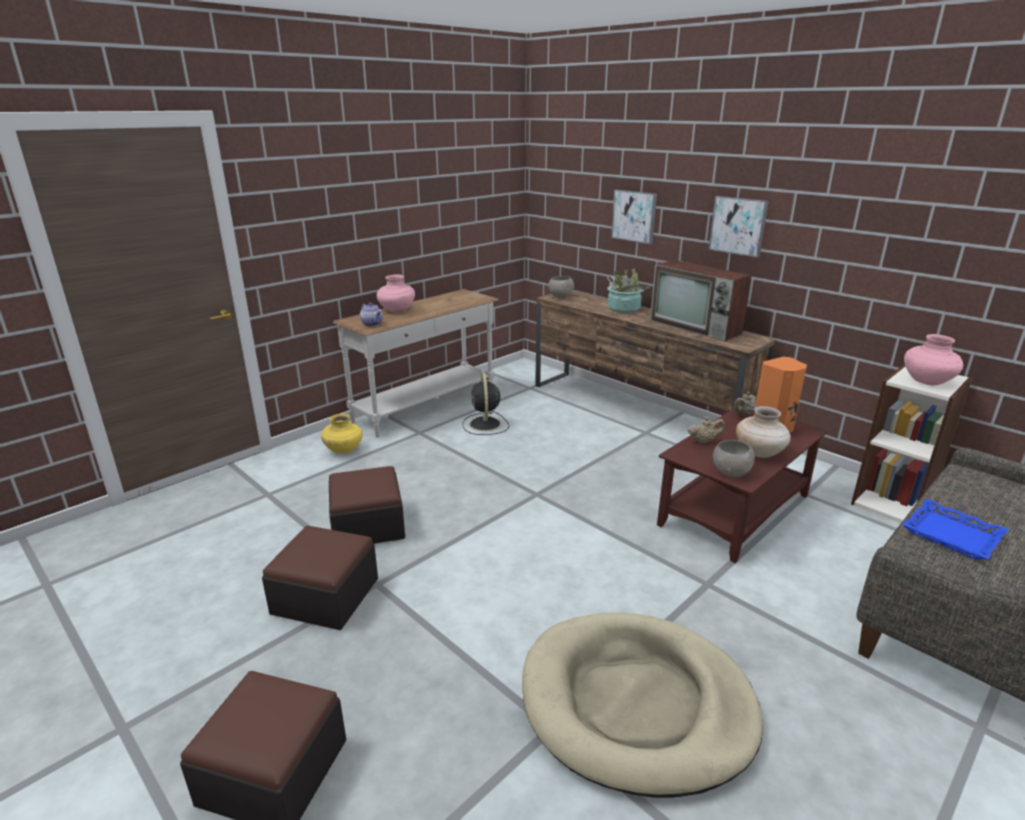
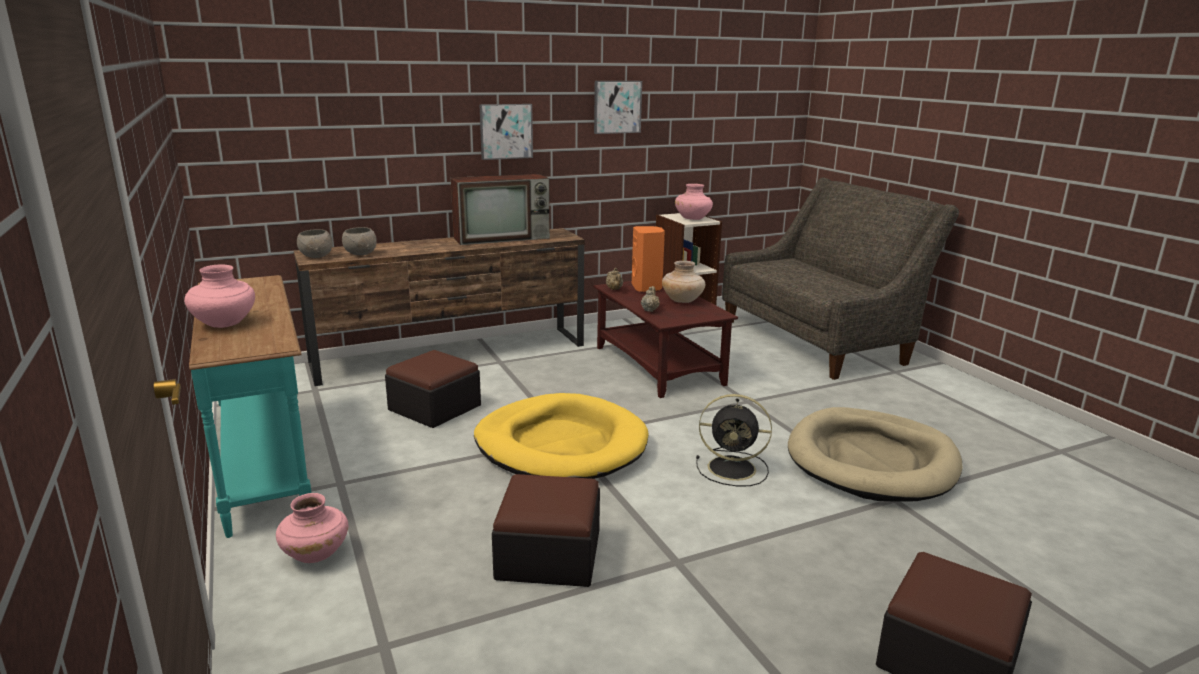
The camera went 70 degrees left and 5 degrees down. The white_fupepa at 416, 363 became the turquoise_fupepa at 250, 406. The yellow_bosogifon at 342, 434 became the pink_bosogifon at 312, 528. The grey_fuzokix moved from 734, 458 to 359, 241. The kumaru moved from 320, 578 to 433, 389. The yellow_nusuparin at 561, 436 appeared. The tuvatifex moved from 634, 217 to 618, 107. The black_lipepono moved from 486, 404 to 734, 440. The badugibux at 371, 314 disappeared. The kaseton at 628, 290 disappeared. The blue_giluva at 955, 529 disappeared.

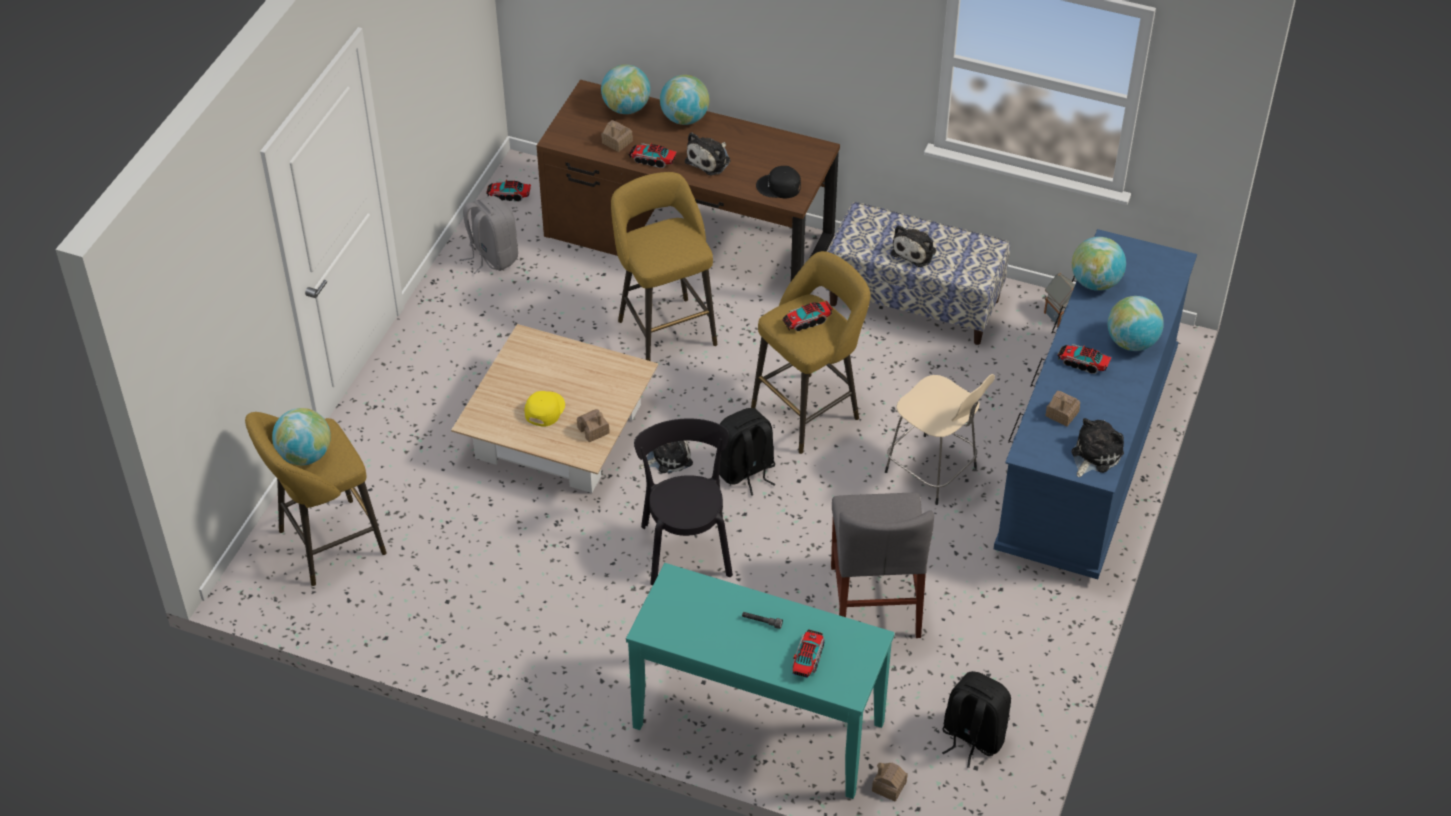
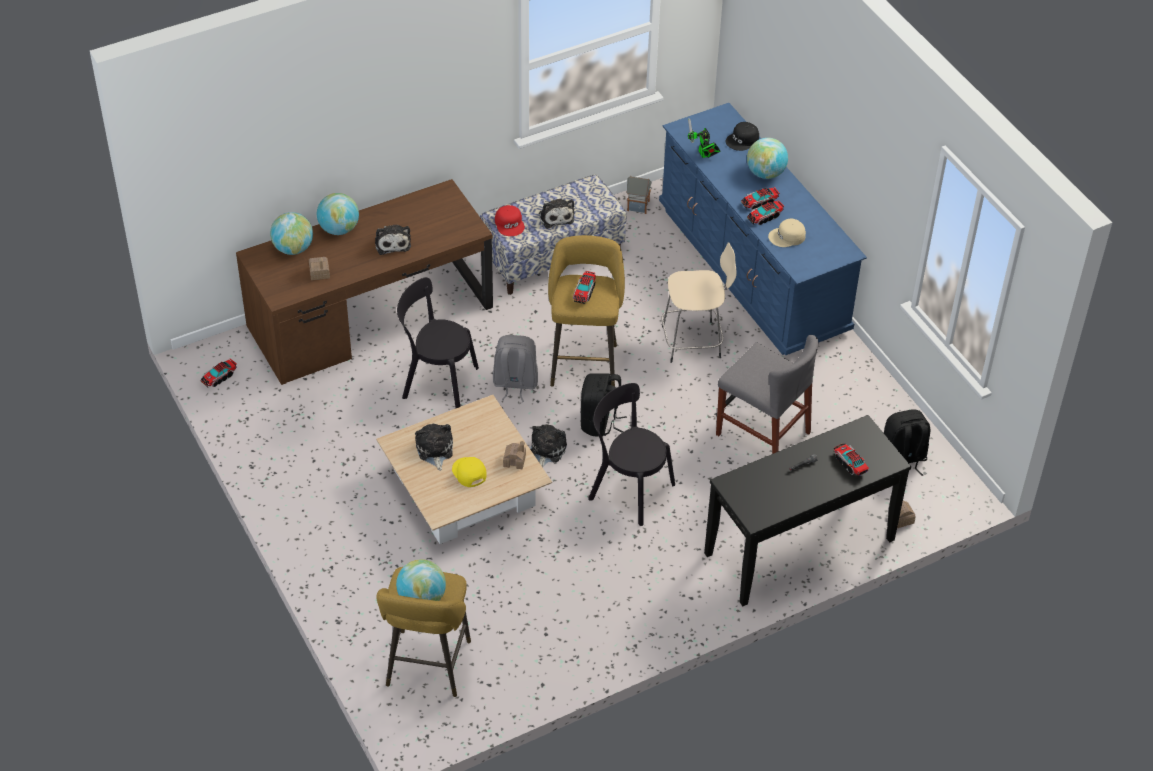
The camera went 50 degrees left and 0 degrees up. The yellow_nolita at 664, 266 was replaced by the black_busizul at 438, 342. The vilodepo moved from 1097, 447 to 434, 447. The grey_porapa moved from 489, 235 to 515, 368. The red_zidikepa at 510, 220 appeared. The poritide at 1099, 264 was replaced by the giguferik at 704, 138. The turquoise_fupepa at 760, 681 became the black_fupepa at 807, 510. The black_zidikepa moved from 778, 182 to 742, 136. The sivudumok moved from 653, 155 to 766, 212. The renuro at 1062, 409 was replaced by the beige_zidikepa at 787, 232.

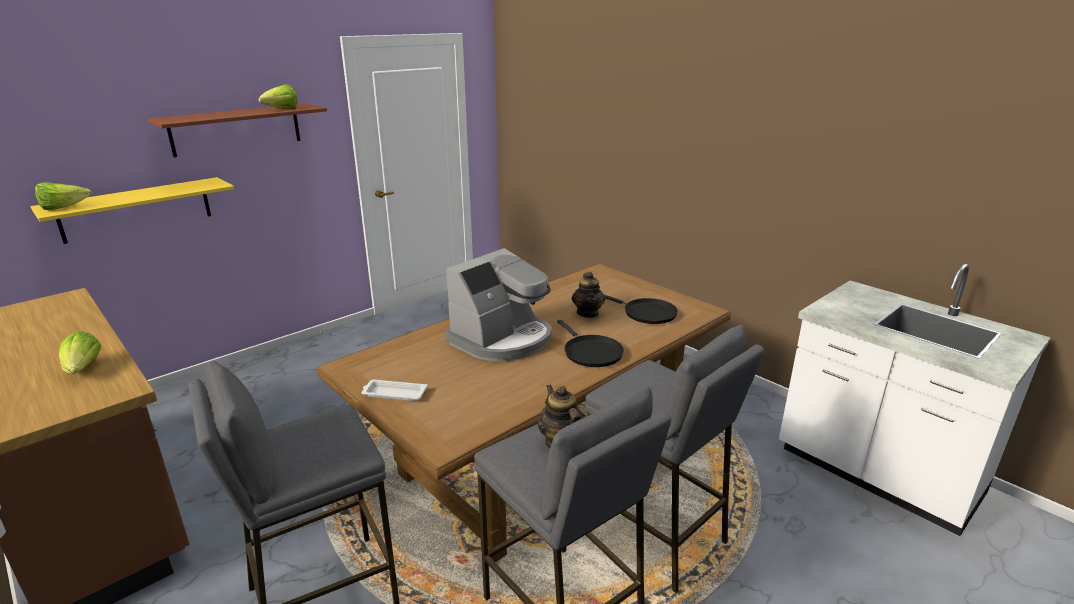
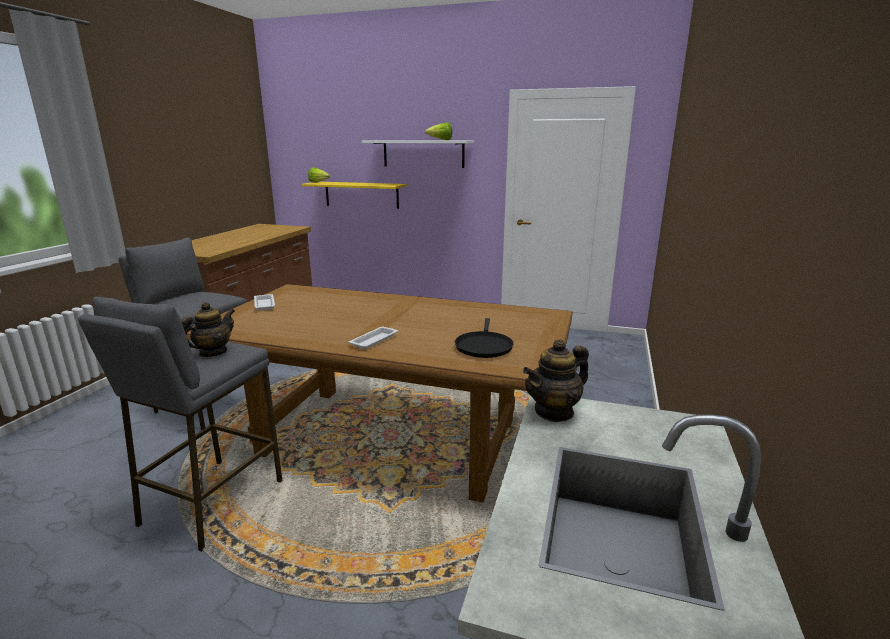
The camera went 60 degrees right and 5 degrees down. The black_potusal at 590, 343 was replaced by the white_giluva at 373, 338. The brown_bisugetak at 237, 130 became the white_bisugetak at 418, 154. The badugibux moved from 588, 295 to 556, 380. The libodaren at 80, 353 disappeared. The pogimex at 499, 304 disappeared. The grey_nolita at 674, 459 disappeared.

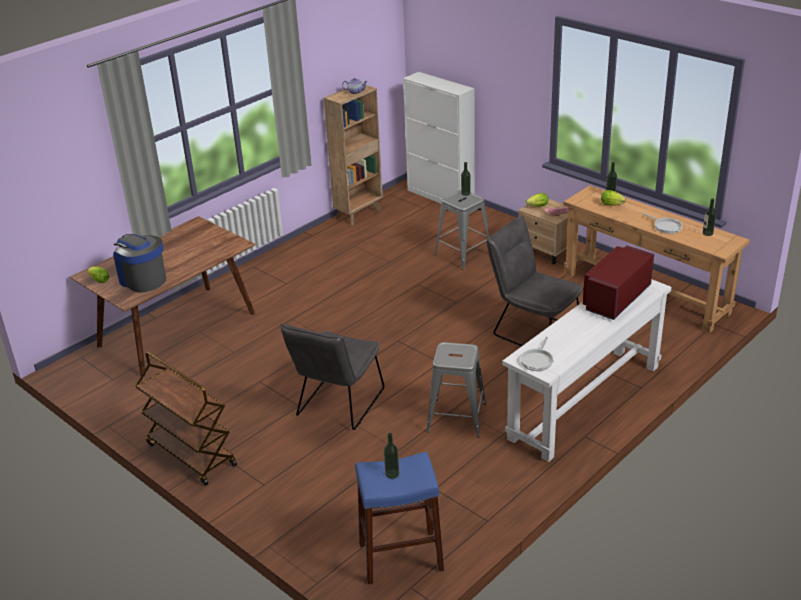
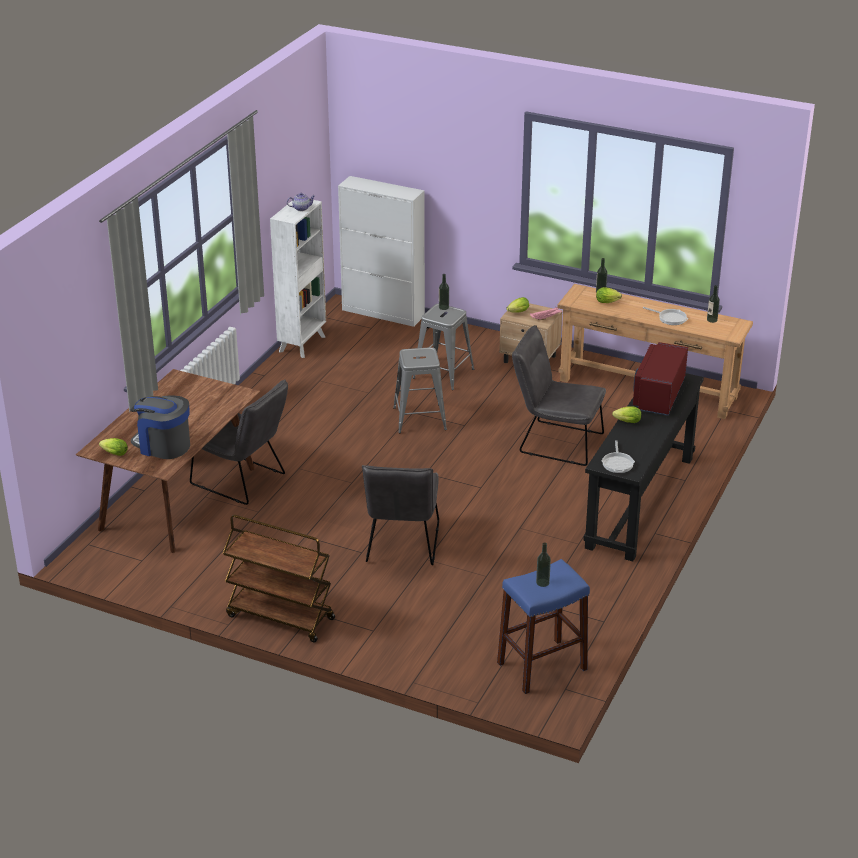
The camera went 20 degrees left and 0 degrees up. The grey_busizul at 239, 442 appeared. The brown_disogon at 353, 155 became the white_disogon at 298, 279. The grey_nolita moved from 456, 389 to 420, 390. The white_fupepa at 587, 370 became the black_fupepa at 643, 467. The libodaren at 626, 414 appeared.

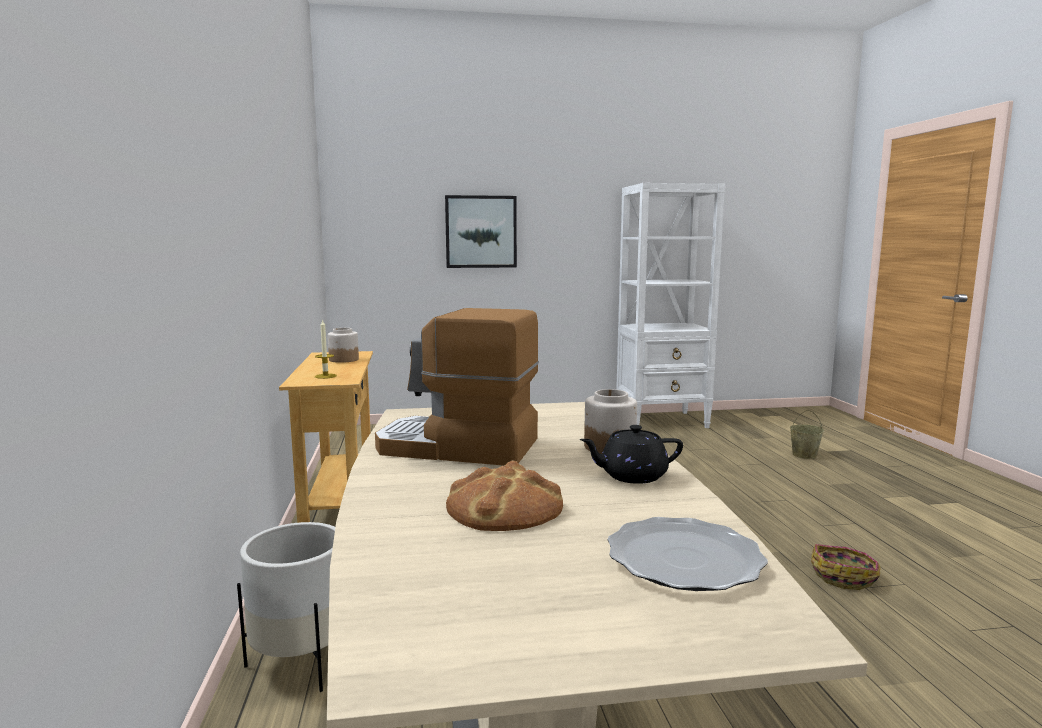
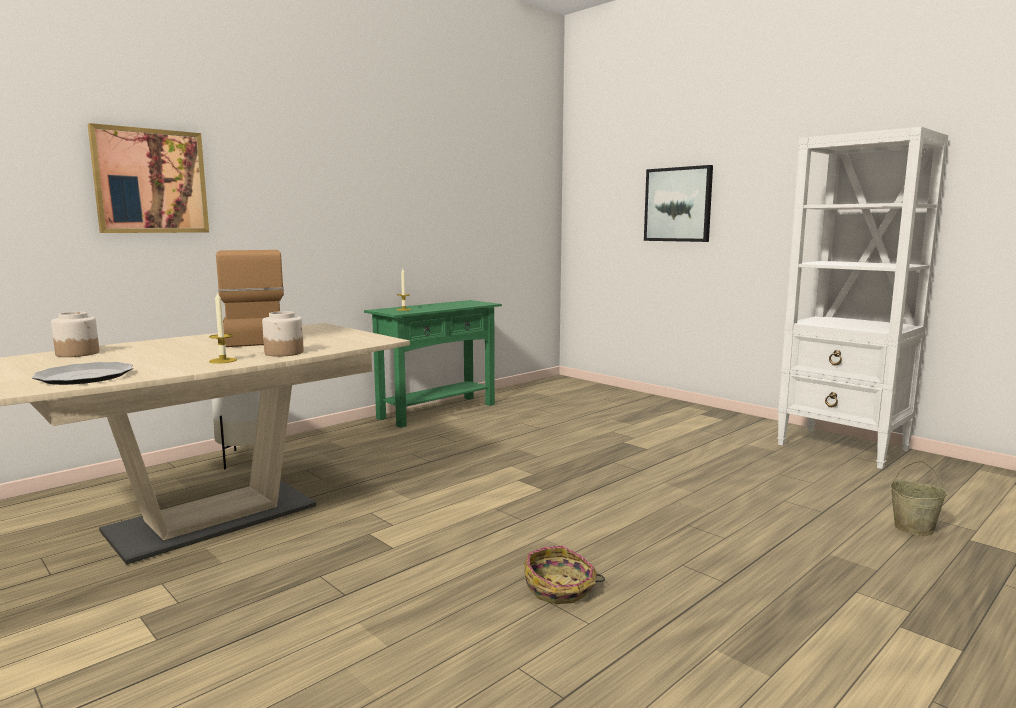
The camera went 55 degrees right and 0 degrees up. The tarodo moved from 343, 345 to 75, 334. The tuvatifex at 148, 178 appeared. The black_badugibux at 631, 454 was replaced by the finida at 223, 327. The beige_fupepa at 326, 437 became the green_fupepa at 433, 364. The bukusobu at 504, 495 disappeared.

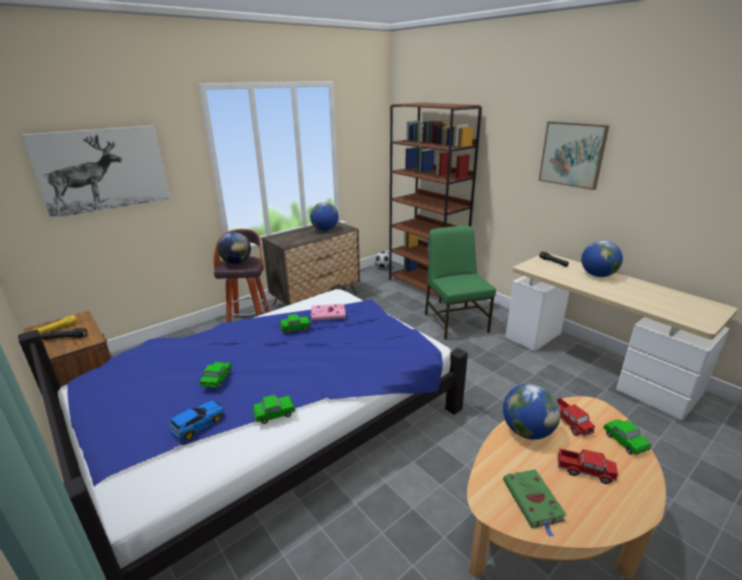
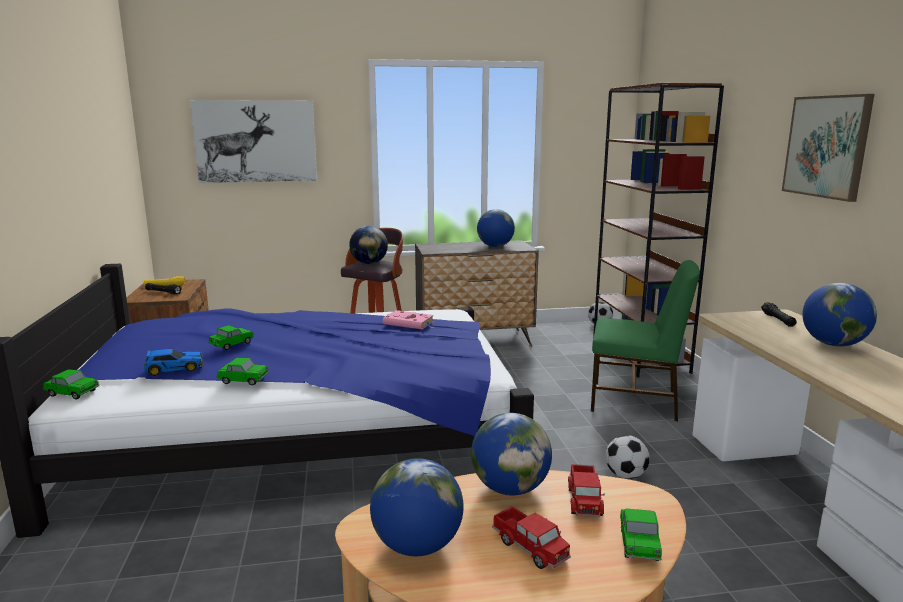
The camera went 30 degrees right and 10 degrees down. The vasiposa moved from 295, 324 to 71, 384. The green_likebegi at 535, 503 was replaced by the poritide at 417, 507. The green_busizul at 460, 283 turned 90 degrees clockwise. The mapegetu at 628, 457 appeared.

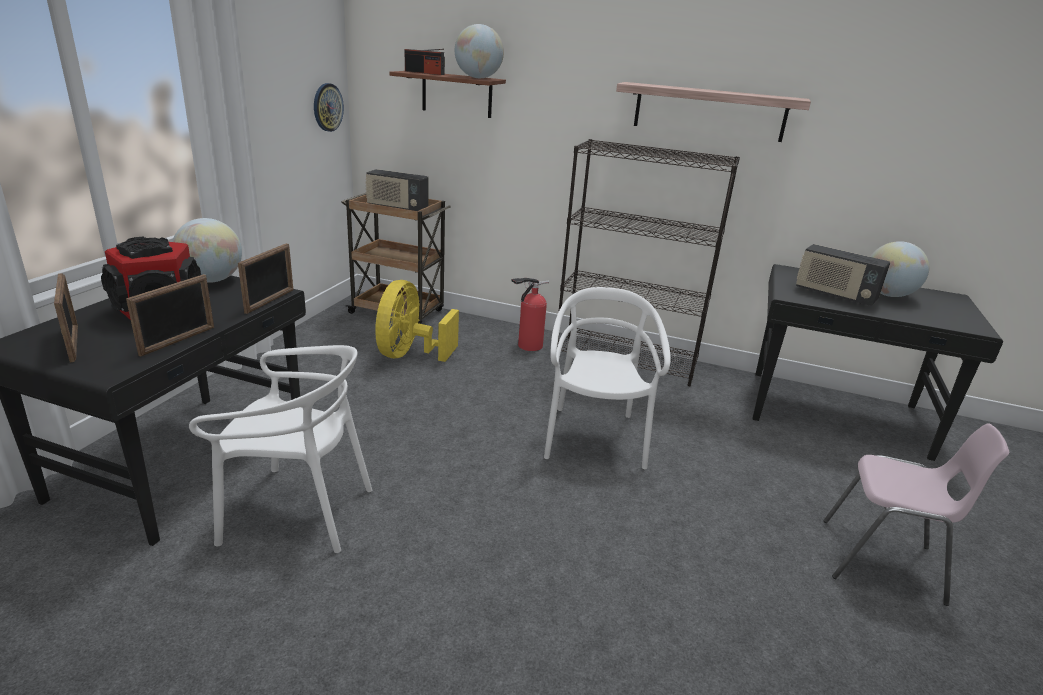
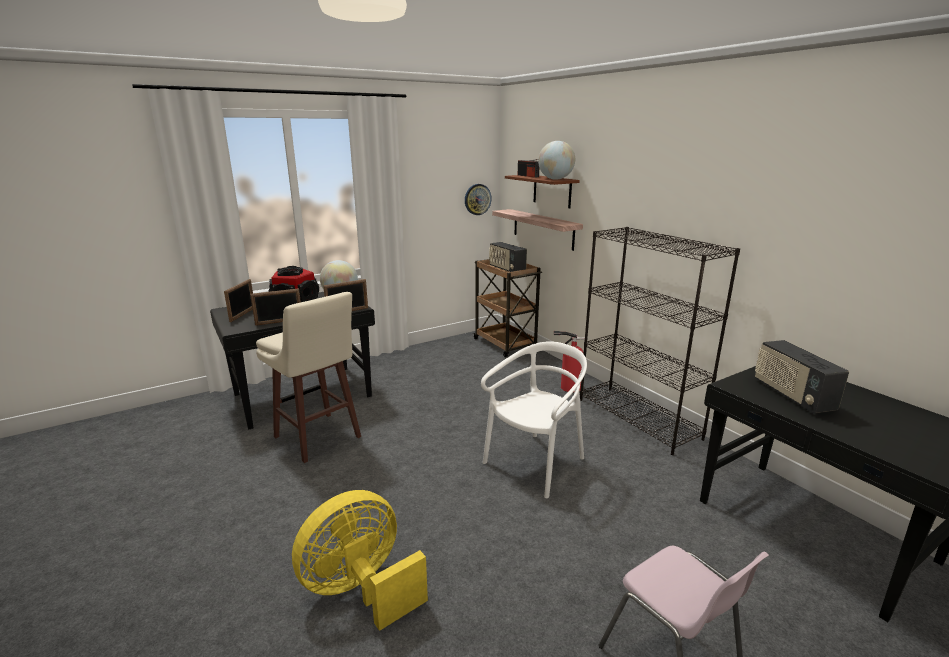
The camera went 40 degrees right and 5 degrees down. The white_busizul at 280, 449 was replaced by the beige_nolita at 308, 377. The yellow_lipepono moved from 417, 321 to 360, 560. The bisugetak moved from 713, 112 to 537, 230. The poritide at 899, 269 disappeared.

